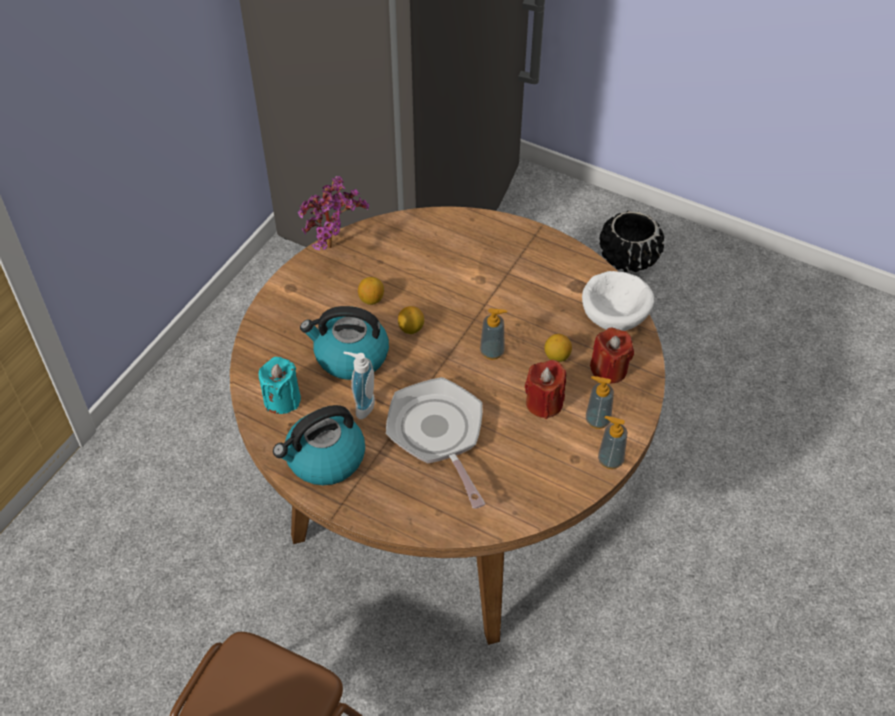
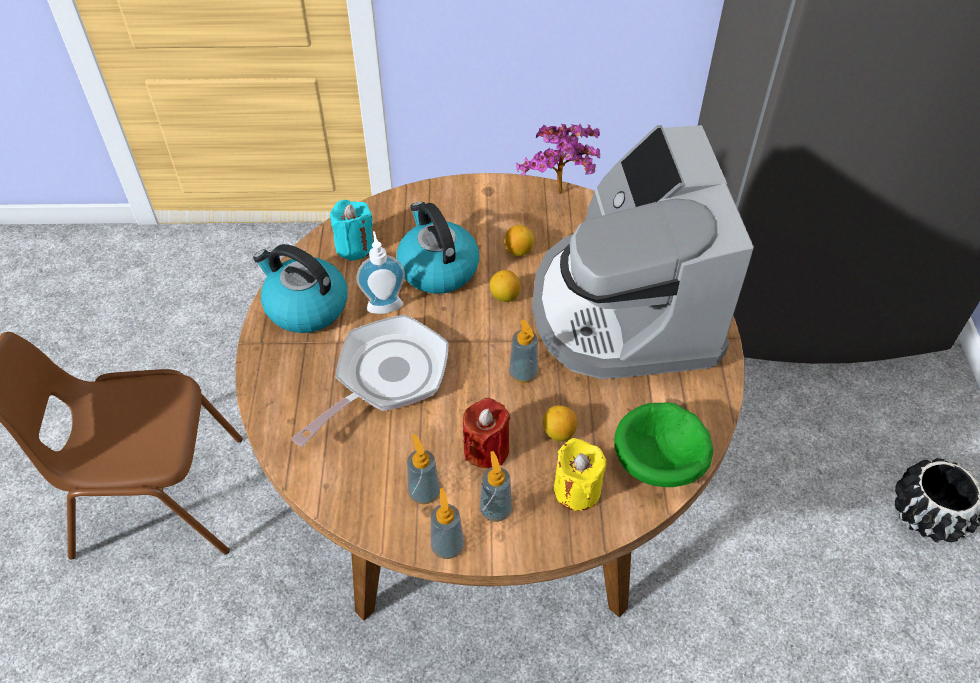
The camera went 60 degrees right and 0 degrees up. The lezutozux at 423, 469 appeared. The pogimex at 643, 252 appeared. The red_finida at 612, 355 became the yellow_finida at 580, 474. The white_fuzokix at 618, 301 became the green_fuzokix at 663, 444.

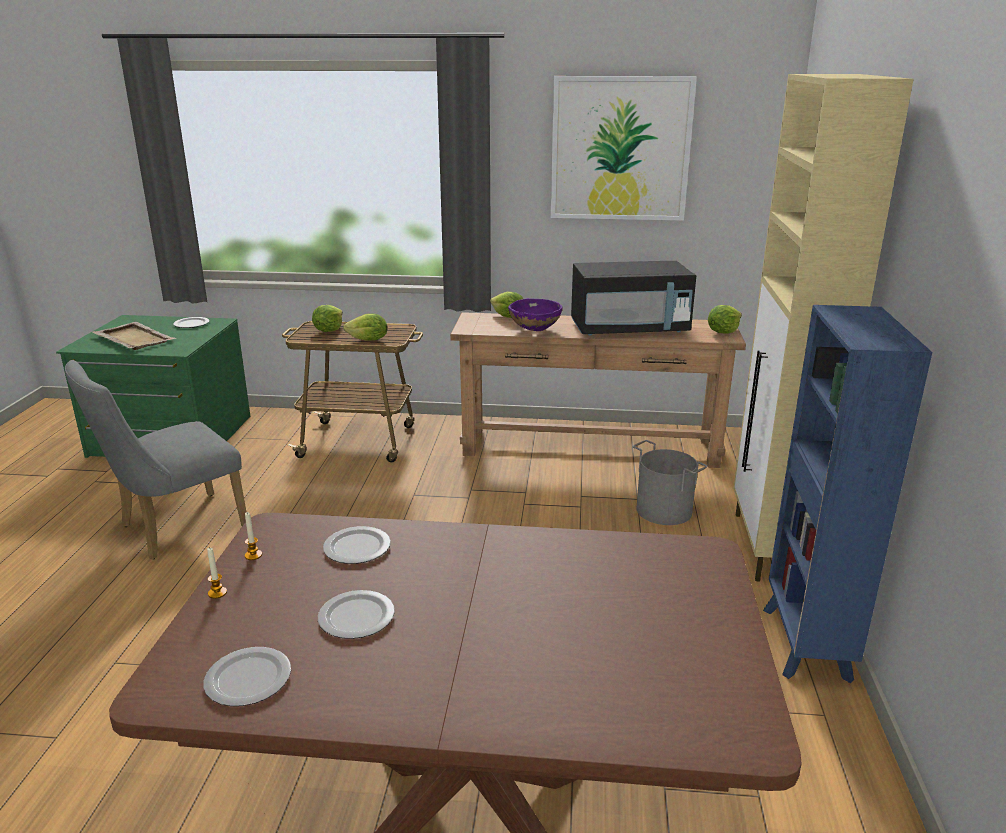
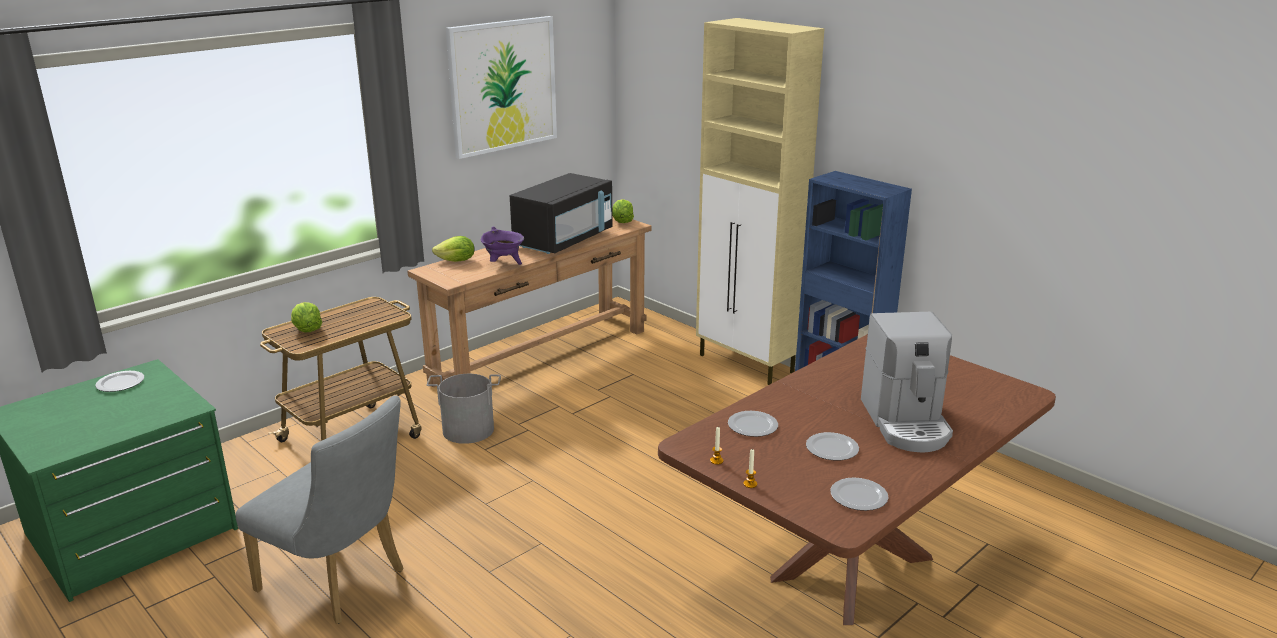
The camera went 50 degrees left and 0 degrees up. The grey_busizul at 155, 460 turned 60 degrees counterclockwise. The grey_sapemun moved from 670, 482 to 464, 409. The purple_fuzokix at 535, 314 was replaced by the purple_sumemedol at 502, 245. The pogimex at 907, 382 appeared. The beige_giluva at 134, 336 disappeared. The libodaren at 365, 327 disappeared.

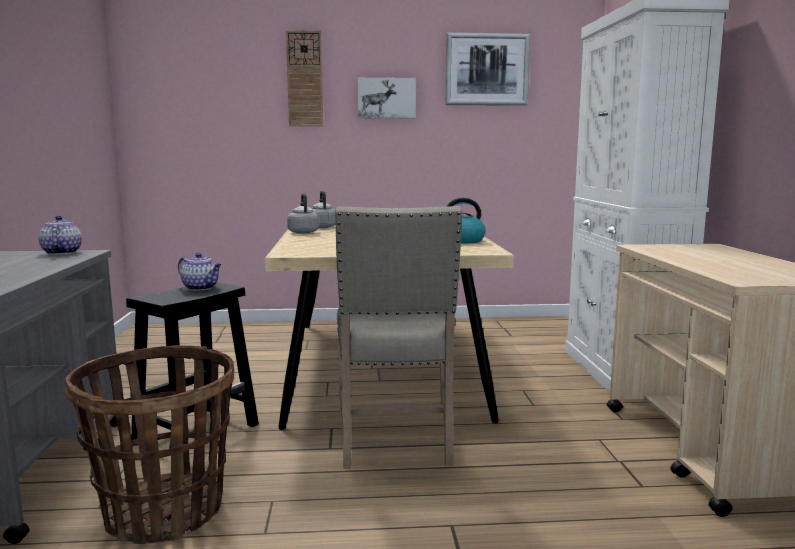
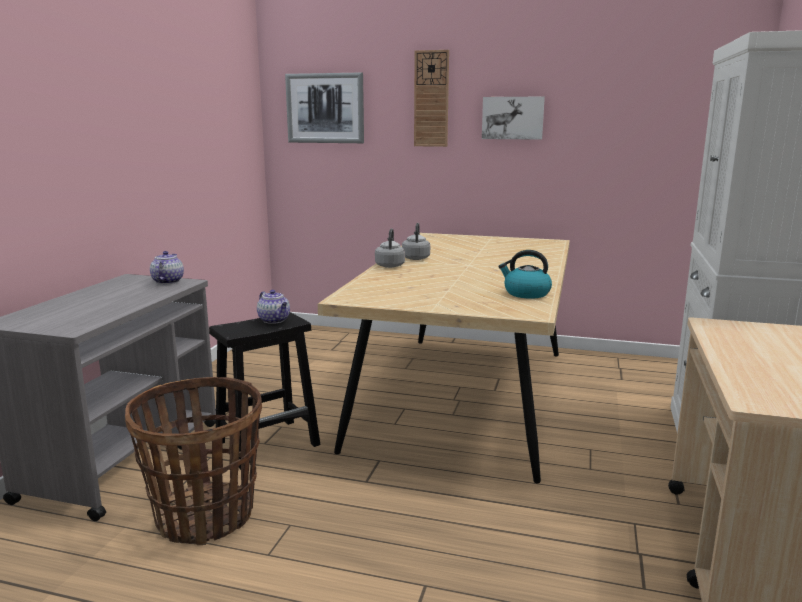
The camera went 20 degrees right and 5 degrees up. The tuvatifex moved from 487, 69 to 324, 108. The beige_busizul at 398, 337 disappeared.

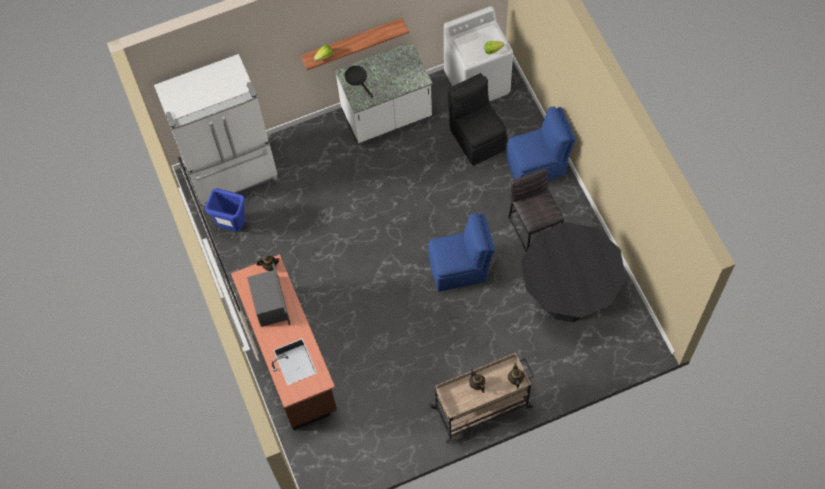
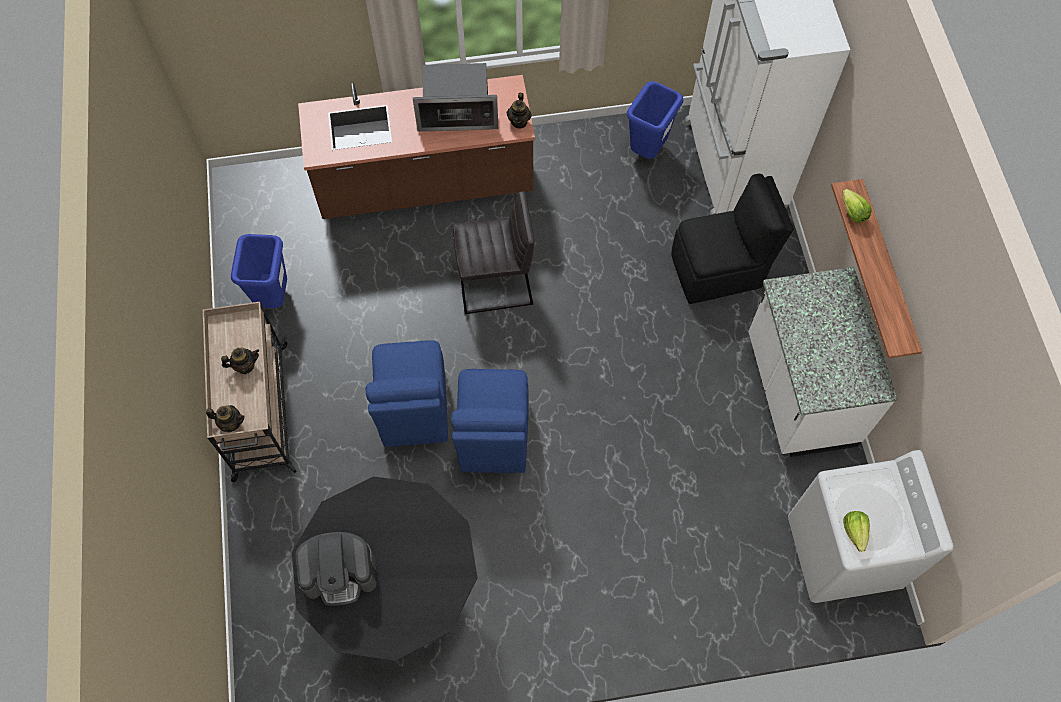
The camera went 100 degrees right and 0 degrees up. The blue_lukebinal at 259, 271 appeared. The pogimex at 336, 569 appeared. The blue_busizul moved from 541, 143 to 406, 393. The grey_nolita moved from 536, 209 to 494, 252. The black_busizul moved from 477, 119 to 732, 239. The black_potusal at 359, 81 disappeared.

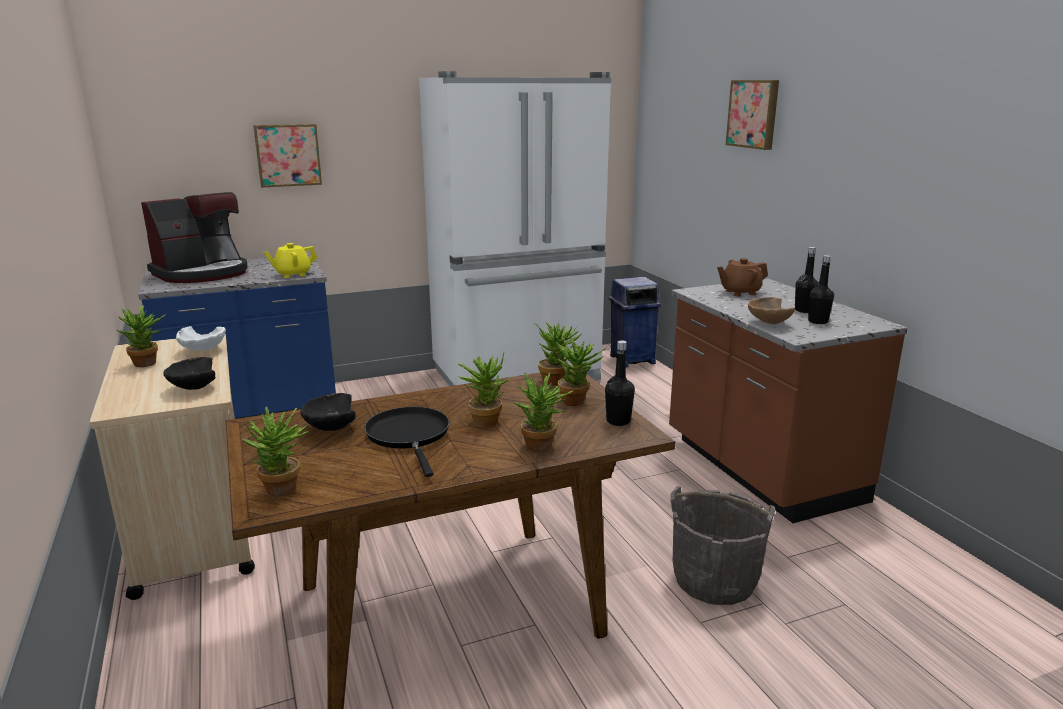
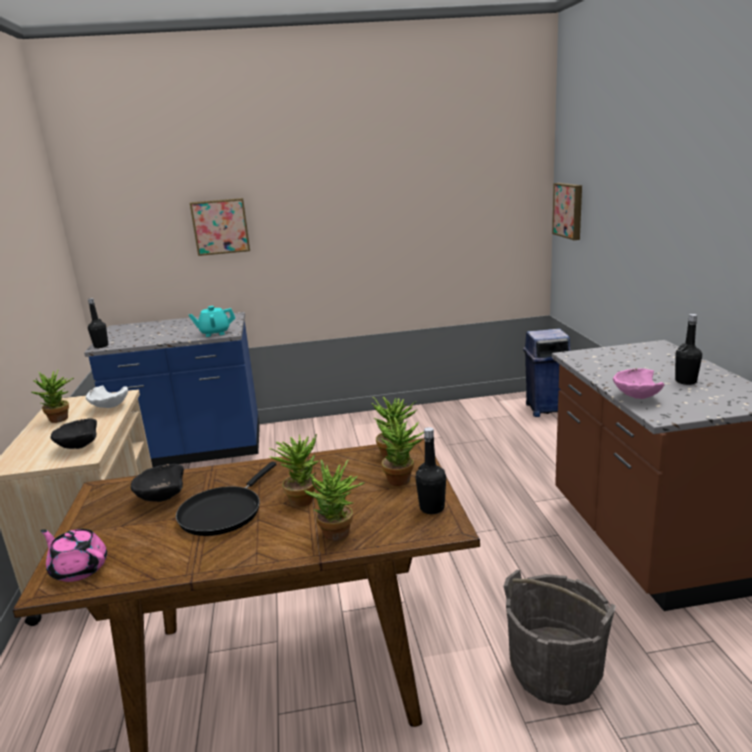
The camera went 15 degrees right and 0 degrees up. The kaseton at 275, 452 was replaced by the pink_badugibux at 74, 555. The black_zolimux moved from 821, 289 to 98, 323. The black_potusal at 407, 442 turned 150 degrees counterclockwise. The yellow_badugibux at 290, 260 became the turquoise_badugibux at 212, 321. The tuvatifex moved from 752, 115 to 567, 211. The brown_fuzokix at 771, 310 became the pink_fuzokix at 638, 383. The pogimex at 194, 237 disappeared. The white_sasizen at 515, 228 disappeared. The brown_badugibux at 742, 277 disappeared.

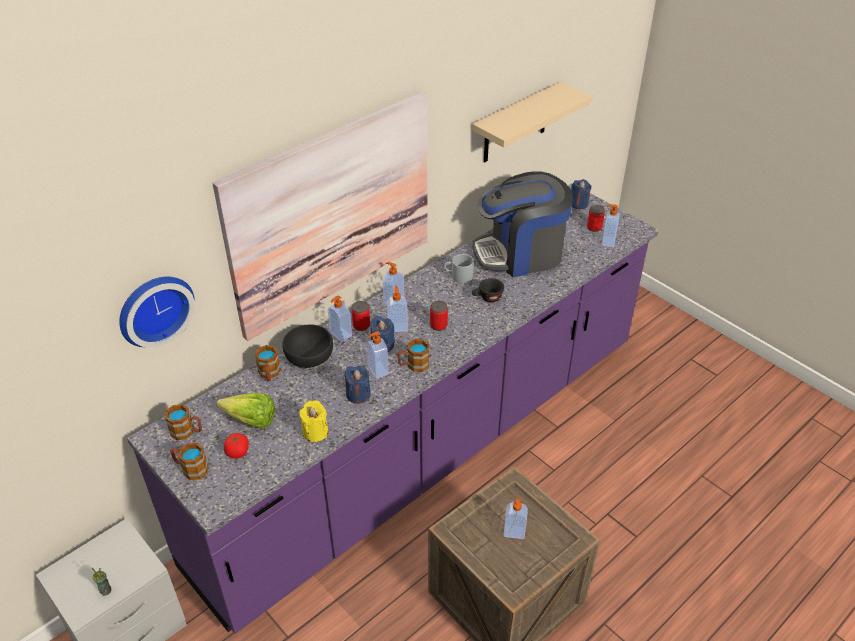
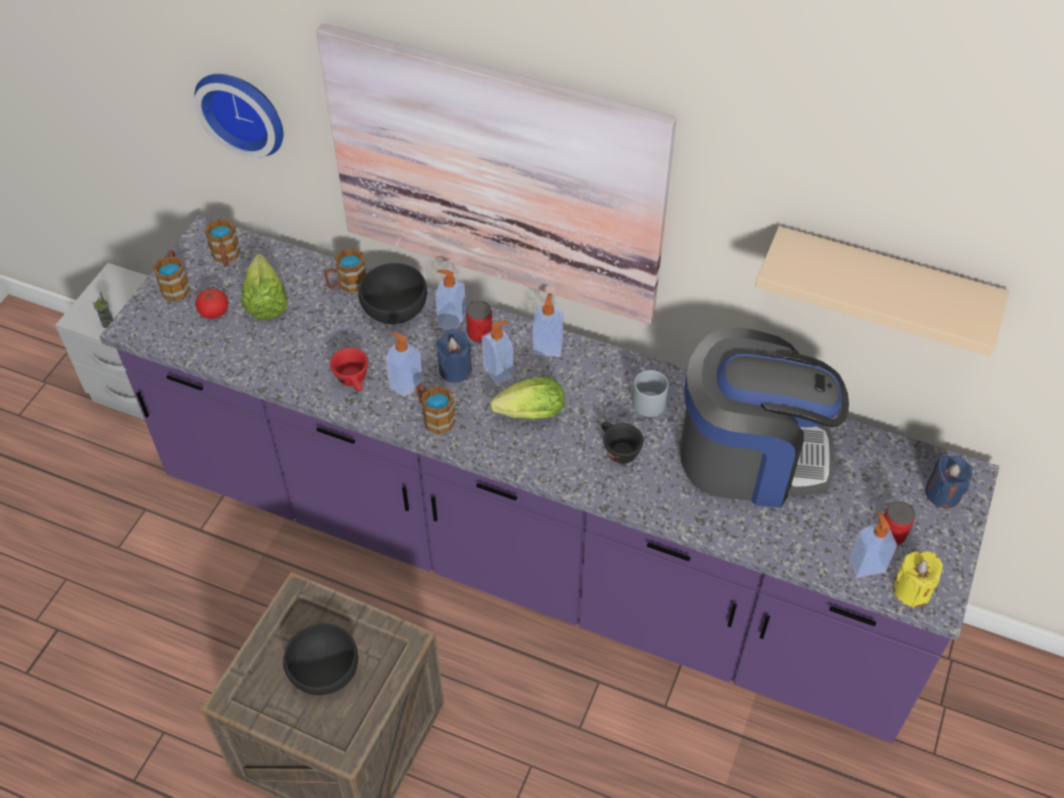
The camera went 65 degrees right and 10 degrees up. The lezutozux at 516, 518 was replaced by the black_fuzokix at 320, 659. The blue_finida at 357, 385 was replaced by the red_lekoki at 349, 369. The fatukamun at 439, 316 was replaced by the libodaren at 527, 398. The pogimex at 523, 224 turned 135 degrees clockwise. The yellow_finida moved from 313, 421 to 918, 579.

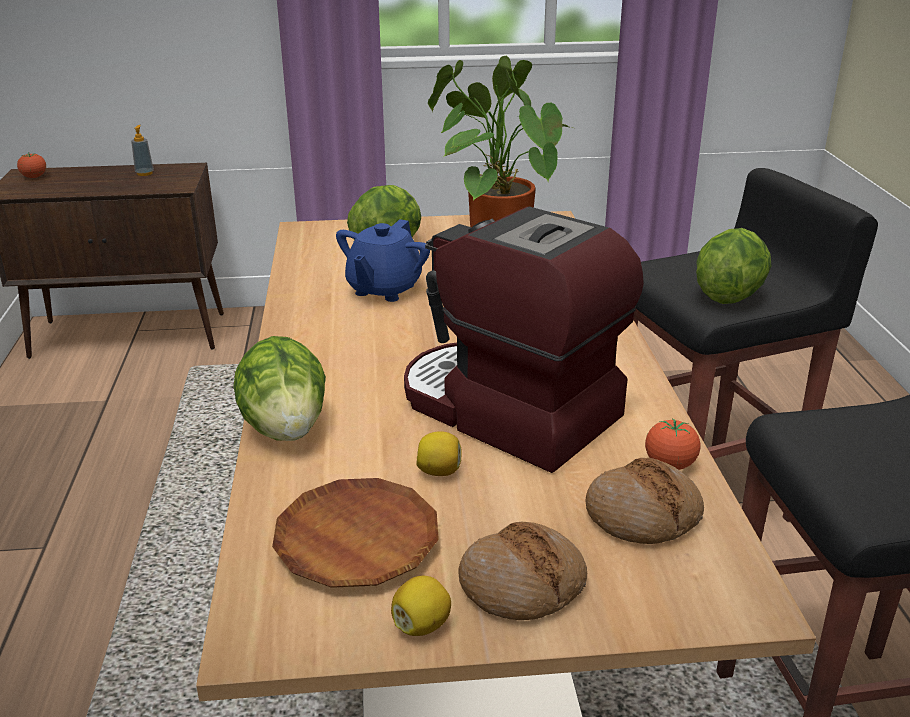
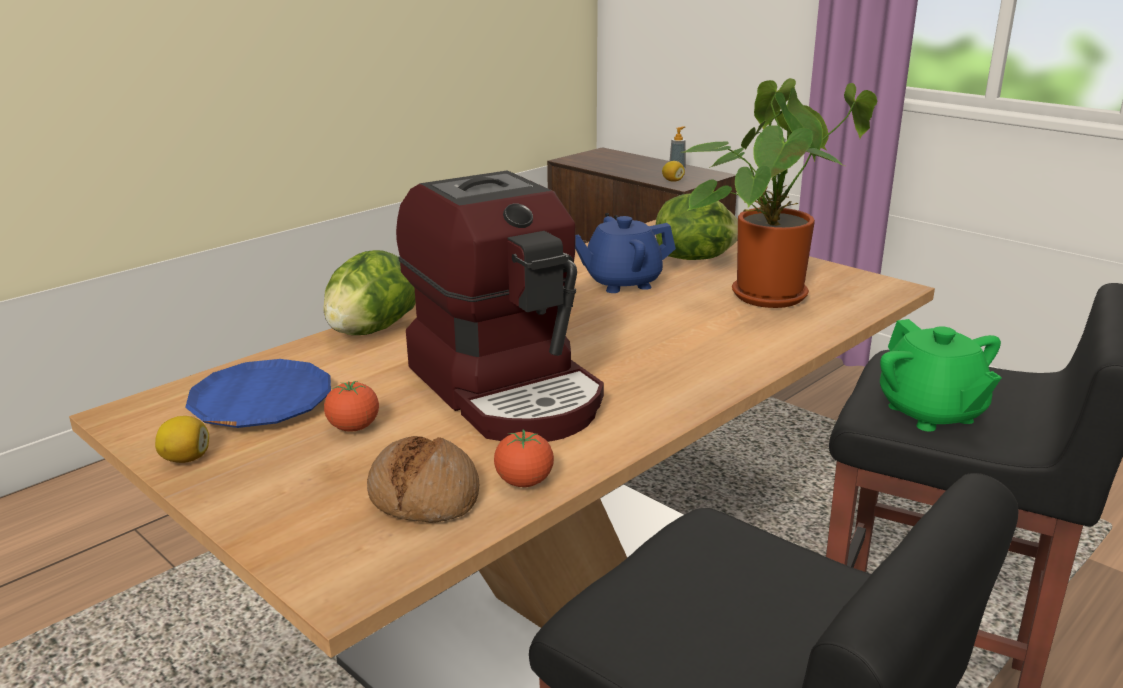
The camera went 50 degrees right and 5 degrees down. The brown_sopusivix at 355, 533 became the blue_sopusivix at 258, 393. The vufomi moved from 31, 165 to 351, 406. The pogimex at 524, 340 turned 150 degrees clockwise. The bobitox moved from 439, 453 to 673, 171. The libodaren at 734, 266 was replaced by the green_badugibux at 941, 375. The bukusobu at 523, 571 disappeared.

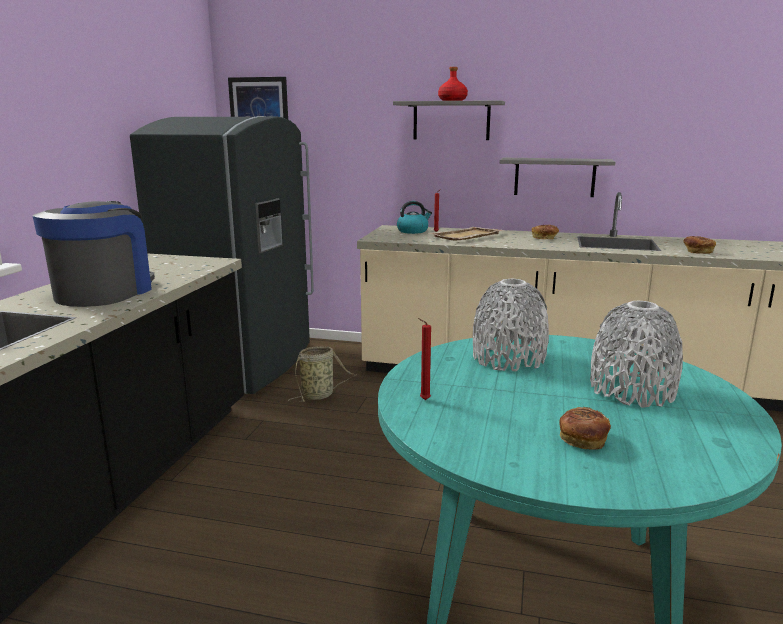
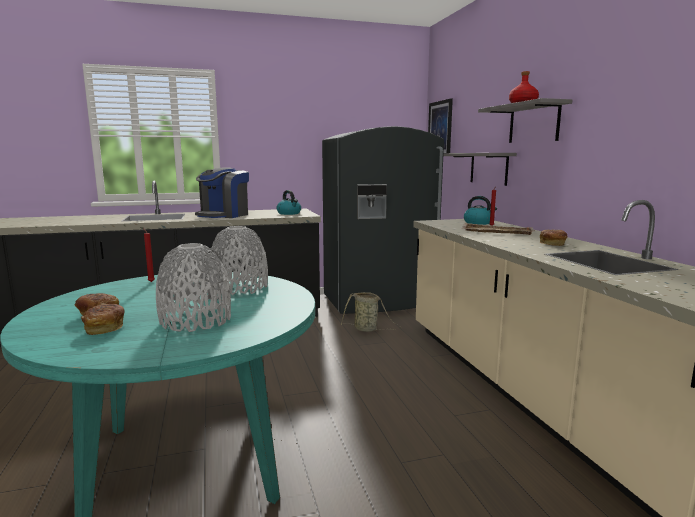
The camera went 60 degrees right and 5 degrees down. The bukusobu moved from 699, 245 to 103, 319. The pogimex at 94, 254 turned 135 degrees clockwise. The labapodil at 288, 202 appeared. The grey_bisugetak moved from 557, 177 to 480, 169.

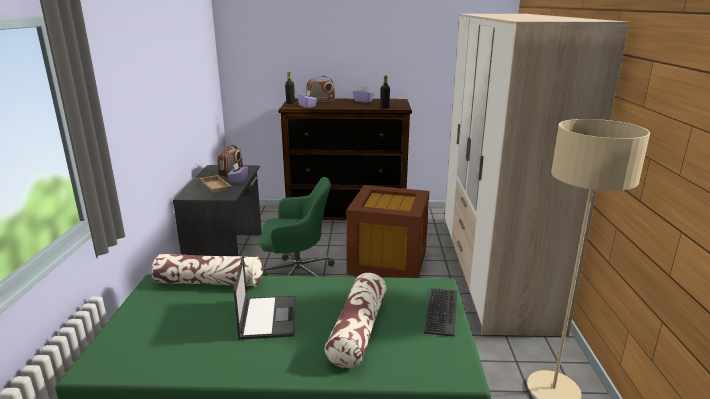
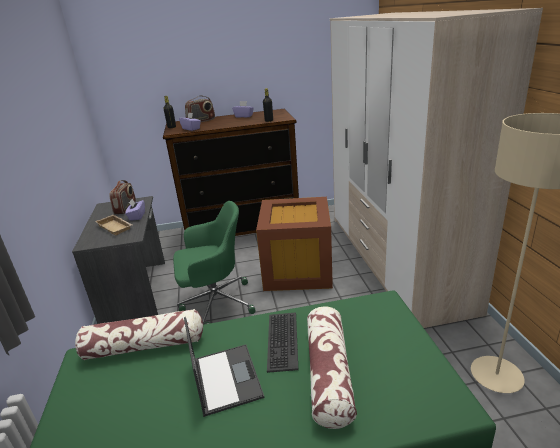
The camera went 10 degrees left and 5 degrees up. The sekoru moved from 440, 312 to 283, 342.

